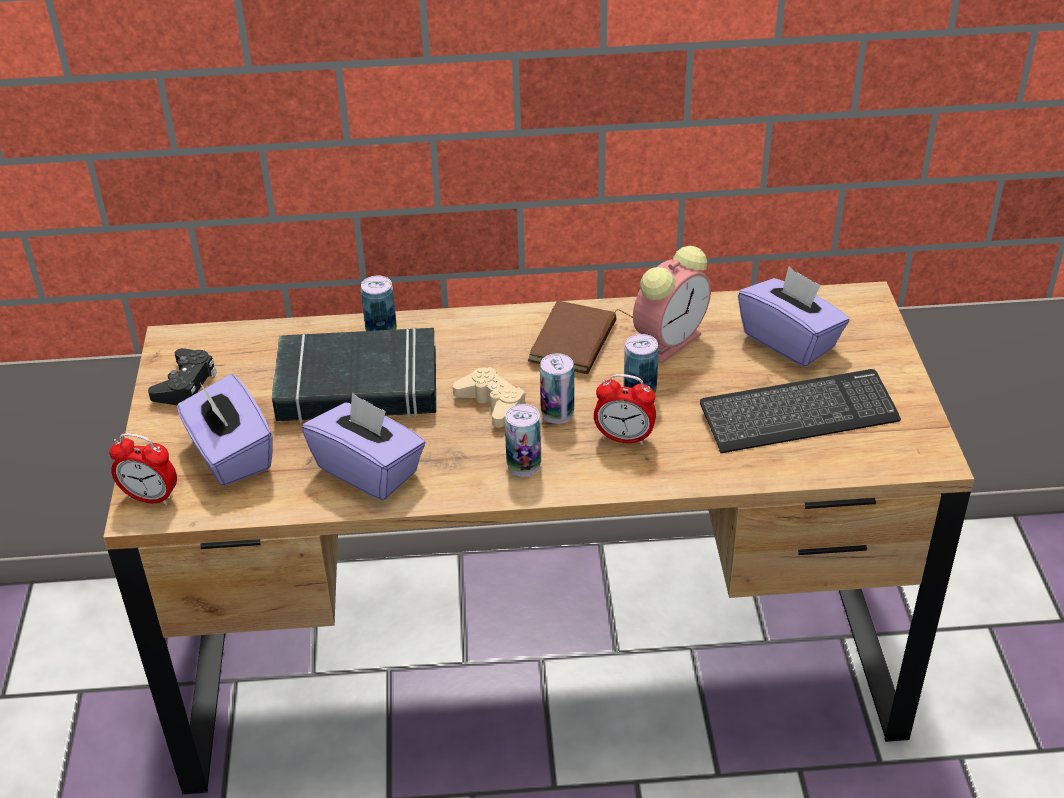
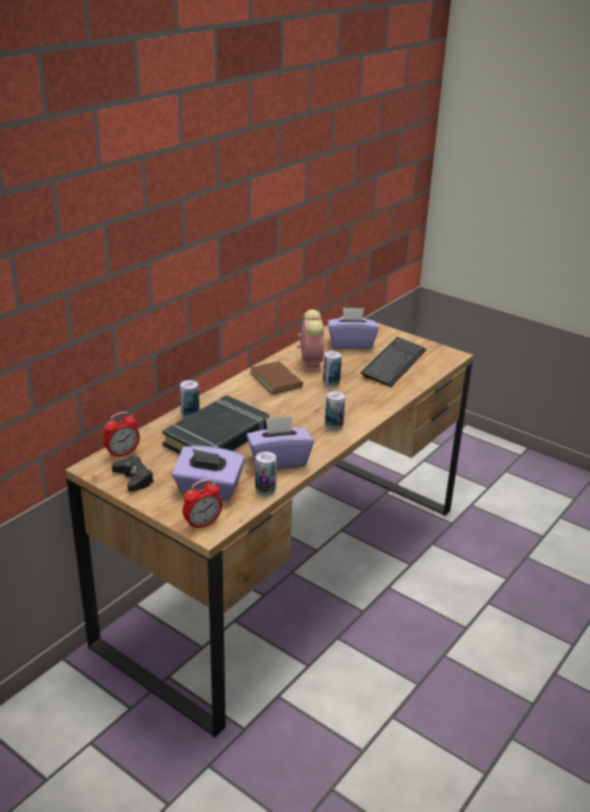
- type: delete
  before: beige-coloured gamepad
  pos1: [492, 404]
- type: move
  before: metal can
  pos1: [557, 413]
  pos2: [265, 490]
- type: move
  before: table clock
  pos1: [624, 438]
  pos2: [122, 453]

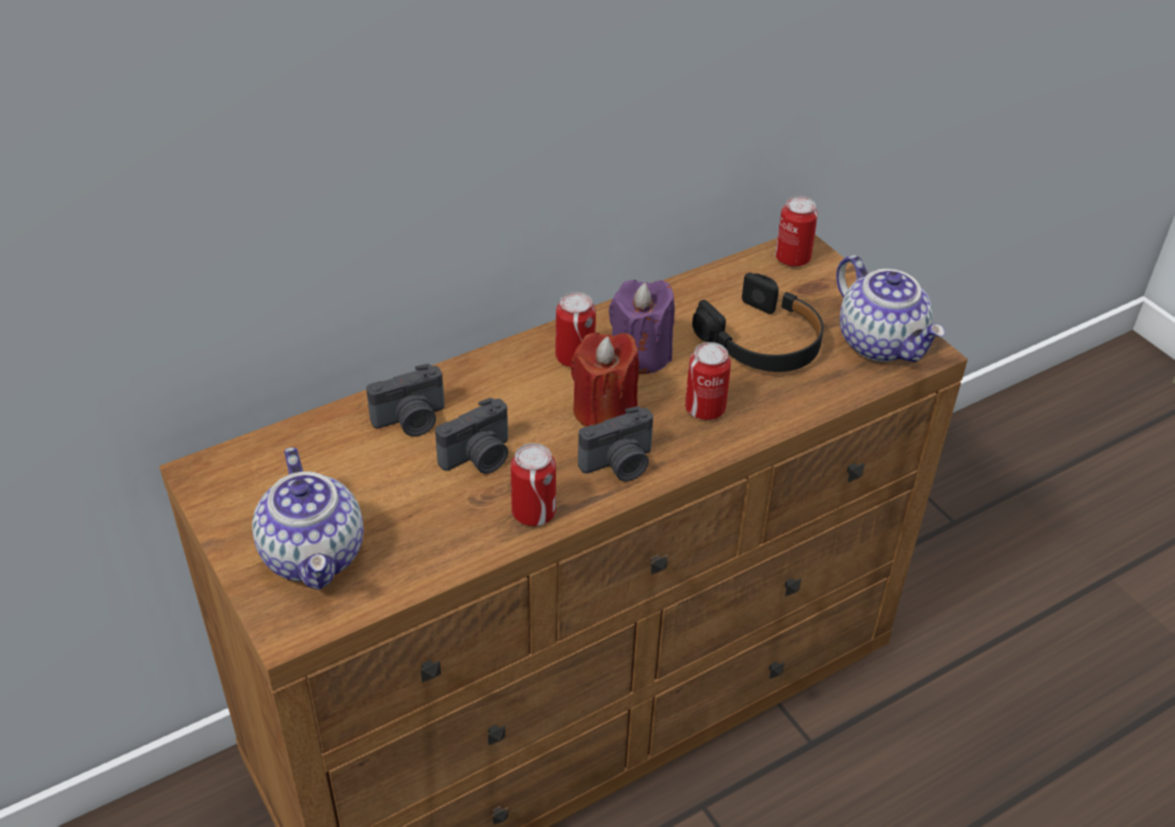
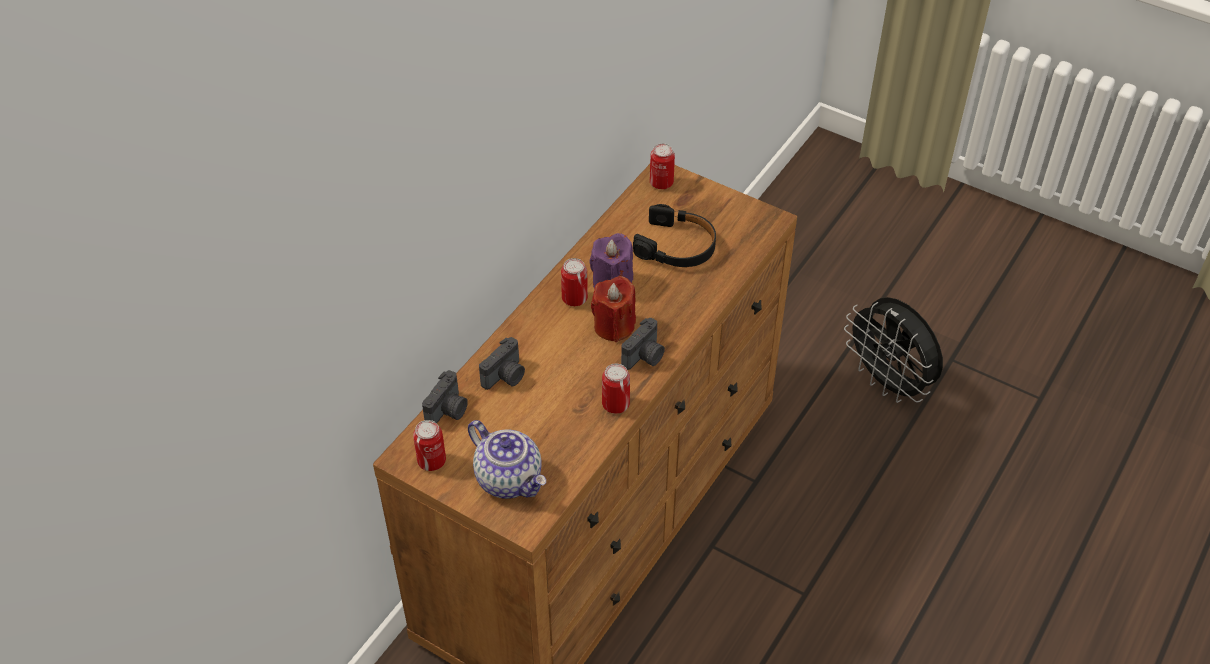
- type: move
  before: still camera
  pos1: [479, 458]
  pos2: [448, 411]
- type: move
  before: metal can
  pos1: [705, 409]
  pos2: [431, 461]
- type: delete
  before: teapot
  pos1: [881, 343]
- type: insert
  after: black-coloured cooling fan
  pos2: [889, 383]

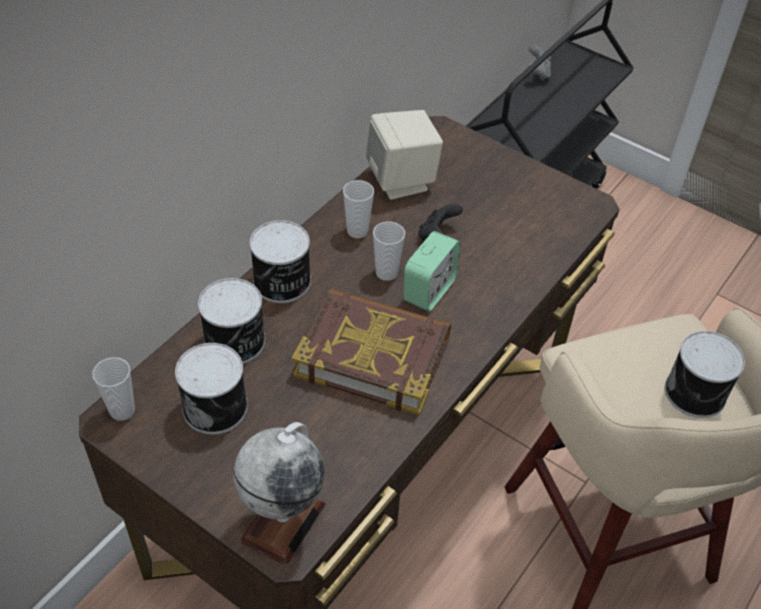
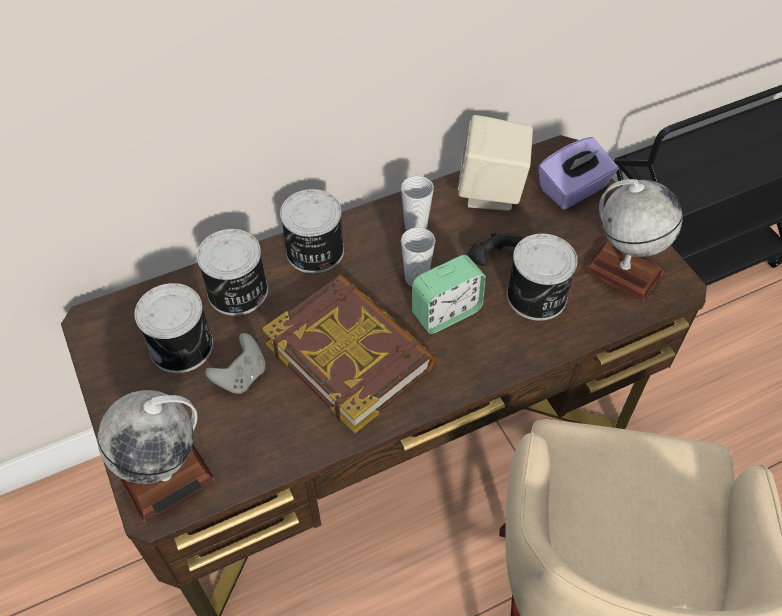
- type: delete
  before: small cup
  pos1: [122, 410]
- type: move
  before: greyish gamepad
  pos1: [537, 73]
  pos2: [241, 376]
- type: move
  before: metal can
  pos1: [696, 393]
  pos2: [537, 297]
- type: insert
  after: purple tissue box
  pos2: [573, 190]
- type: insert
  after: world globe
  pos2: [622, 271]

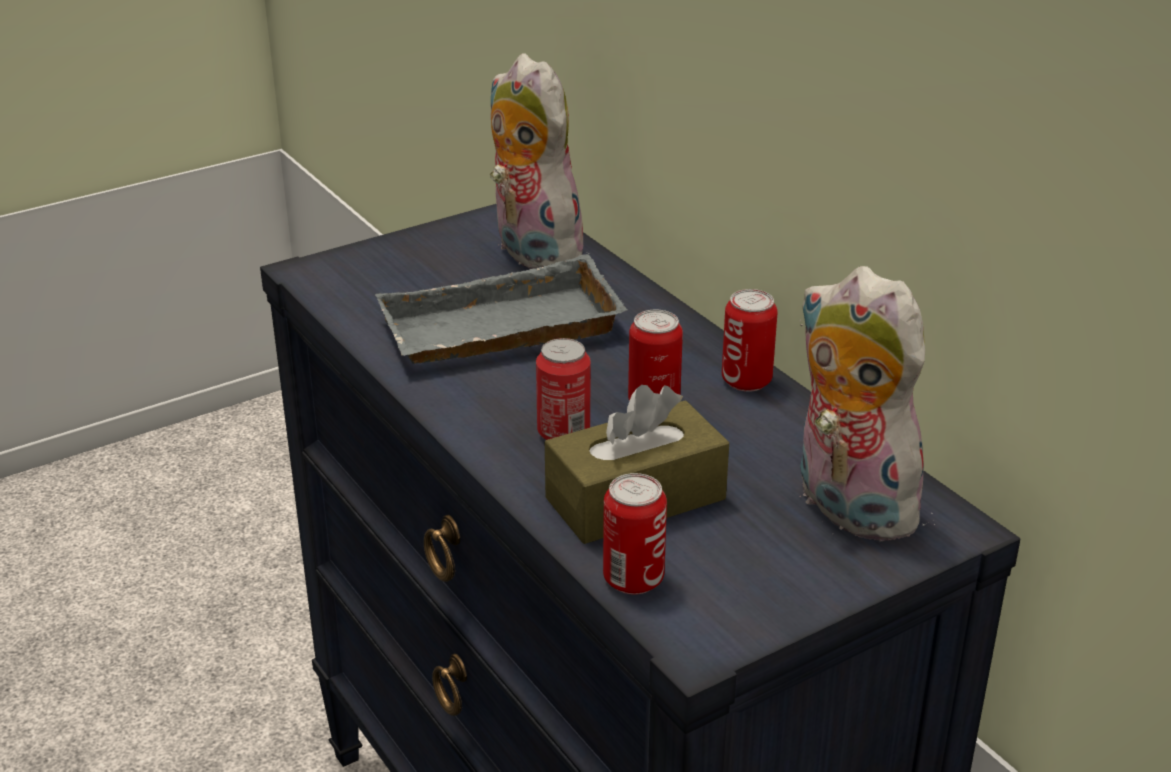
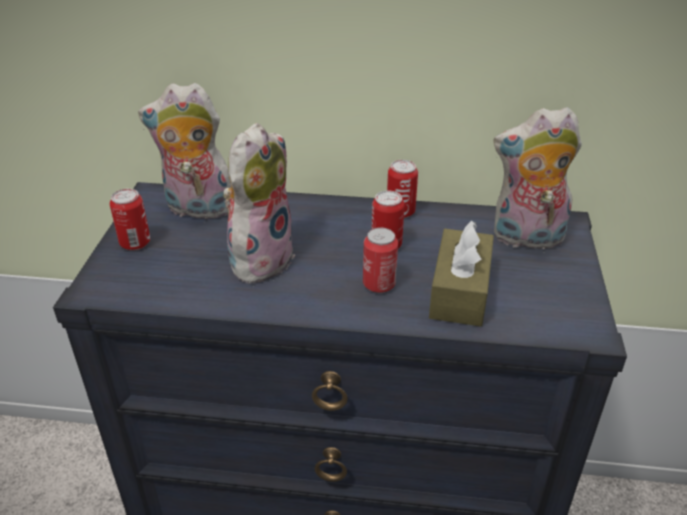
- type: replace
  before: greyish tray
  after: plush toy
  pos1: [499, 333]
  pos2: [260, 258]
- type: move
  before: metal can
  pos1: [633, 579]
  pos2: [135, 243]

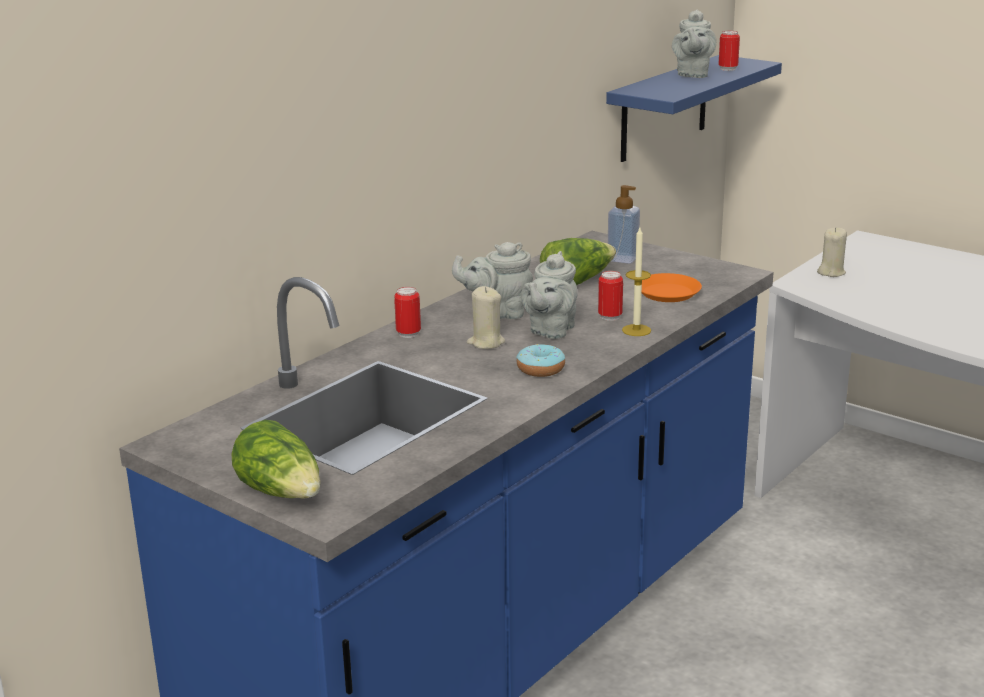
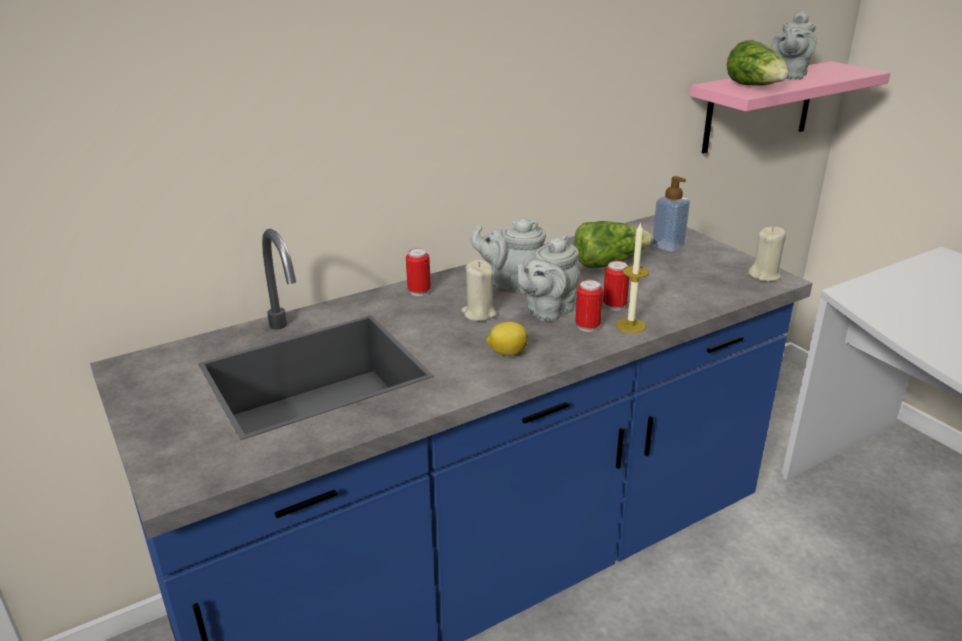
- type: move
  before: head of lettuce
  pos1: [282, 493]
  pos2: [755, 87]
- type: replace
  before: doughnut
  after: citrus fruit
  pos1: [540, 369]
  pos2: [507, 353]
- type: recolor
  before: blue-coloured bracket shelf
  after: pinkish bracket shelf
  pos1: [664, 108]
  pos2: [759, 107]
- type: delete
  before: orangey plate
  pos1: [667, 293]
- type: move
  before: metal can
  pos1: [728, 69]
  pos2: [587, 327]
- type: move
  before: beige-coloured wax light
  pos1: [831, 272]
  pos2: [764, 275]

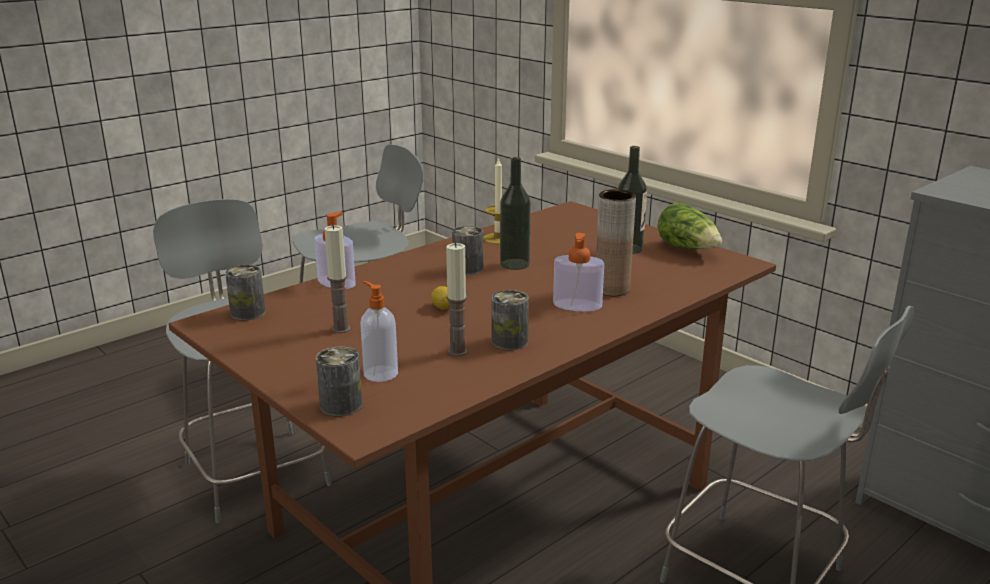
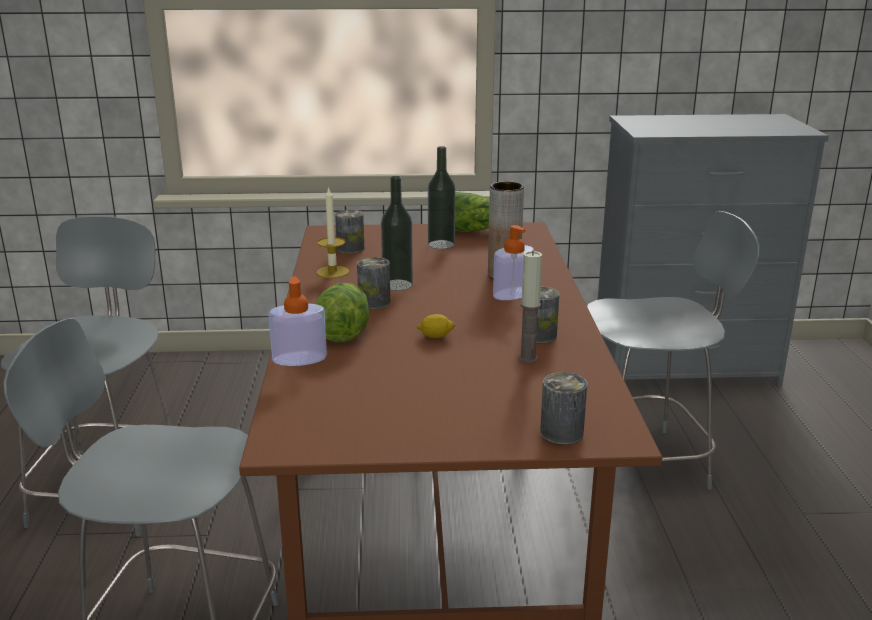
- type: move
  before: metal can
  pos1: [248, 313]
  pos2: [350, 249]
- type: delete
  before: wax light
  pos1: [341, 329]
- type: delete
  before: soap dispenser
  pos1: [380, 373]
- type: insert
  after: head of lettuce
  pos2: [342, 330]

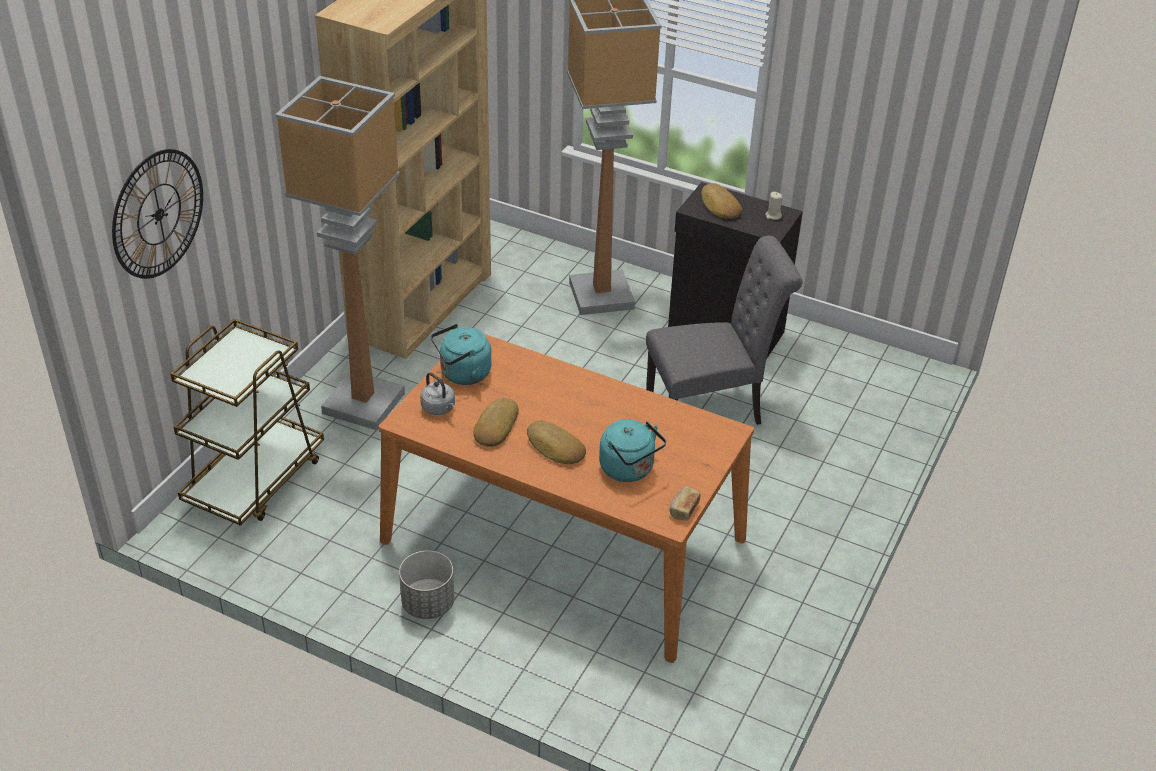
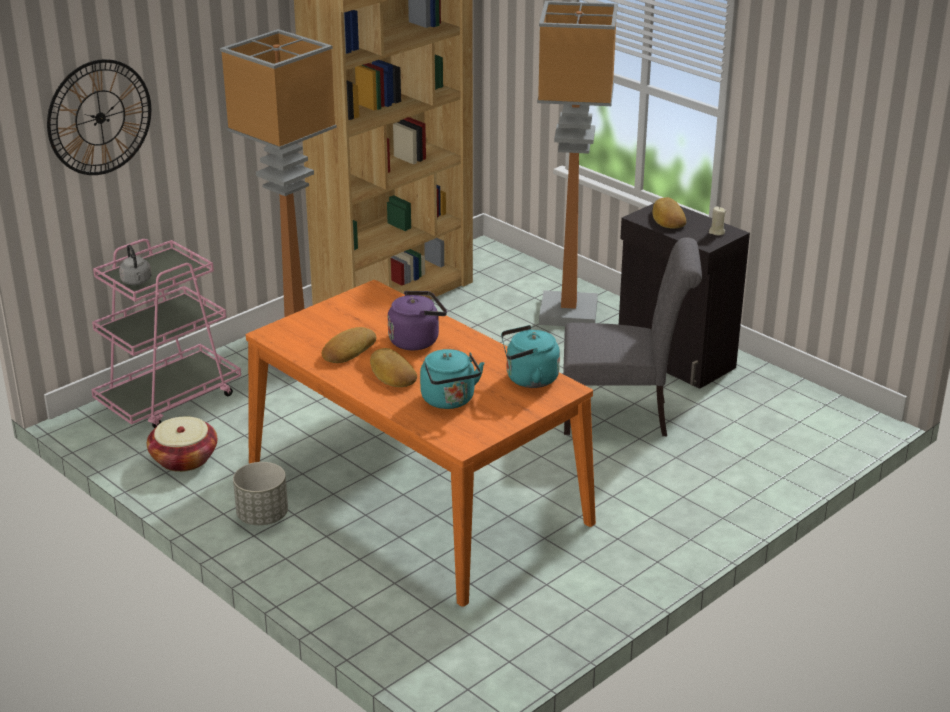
- type: recolor
  before: brown wheeled cart
  after: pinkish wheeled cart
  pos1: [255, 480]
  pos2: [169, 398]
- type: move
  before: greyish tea kettle
  pos1: [439, 408]
  pos2: [136, 281]
- type: move
  before: turquoise tea kettle
  pos1: [462, 374]
  pos2: [528, 379]
- type: delete
  before: bakery bread
  pos1: [683, 509]
- type: insert
  after: household basket
  pos2: [184, 459]
- type: insert
  after: purple tea kettle
  pos2: [417, 340]

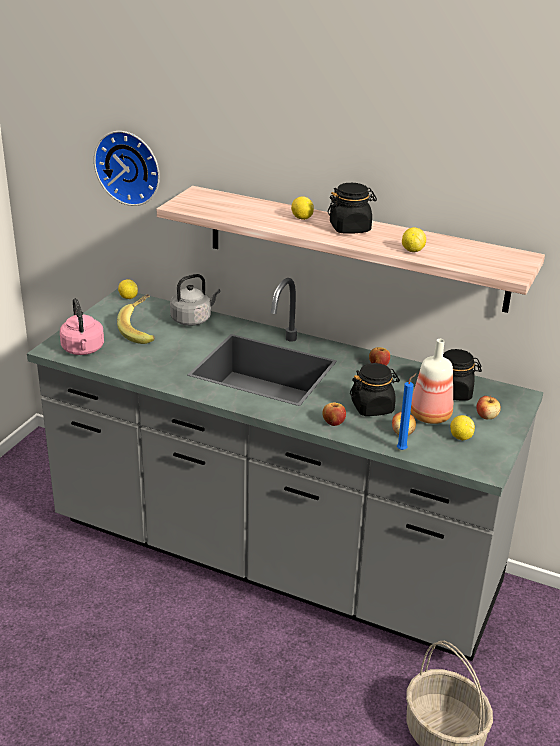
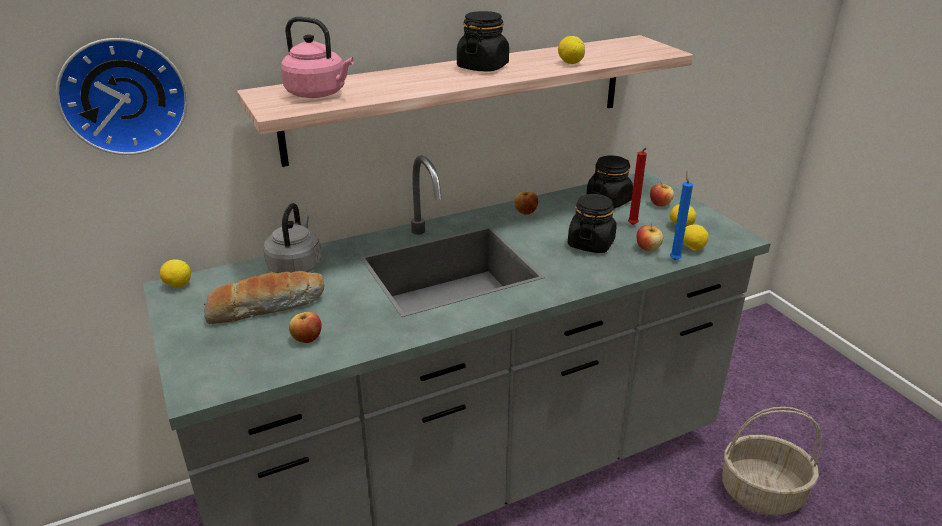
- type: move
  before: pinkish tea kettle
  pos1: [83, 350]
  pos2: [319, 94]
- type: replace
  before: whole banana
  after: bakery bread
  pos1: [142, 331]
  pos2: [267, 306]
- type: move
  before: citrus fruit
  pos1: [301, 218]
  pos2: [692, 248]
- type: move
  before: apple
  pos1: [333, 422]
  pos2: [307, 338]
- type: replace
  before: bottle
  after: reddish wax light
  pos1: [428, 415]
  pos2: [633, 225]

